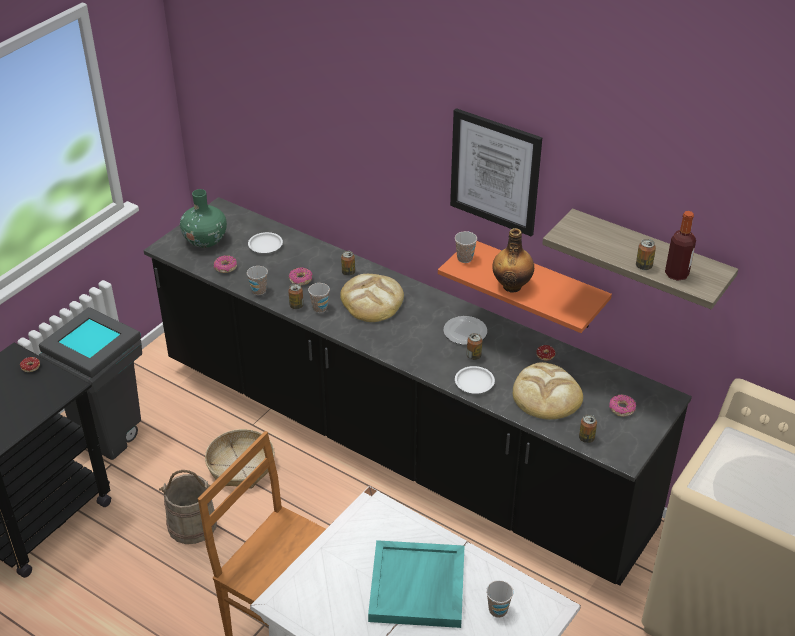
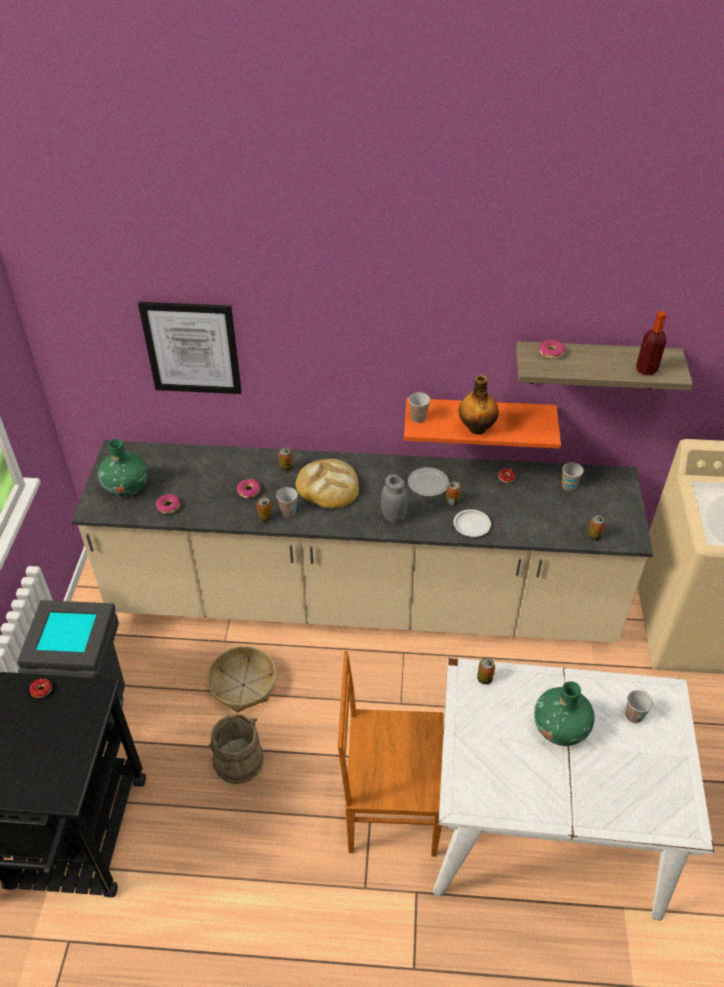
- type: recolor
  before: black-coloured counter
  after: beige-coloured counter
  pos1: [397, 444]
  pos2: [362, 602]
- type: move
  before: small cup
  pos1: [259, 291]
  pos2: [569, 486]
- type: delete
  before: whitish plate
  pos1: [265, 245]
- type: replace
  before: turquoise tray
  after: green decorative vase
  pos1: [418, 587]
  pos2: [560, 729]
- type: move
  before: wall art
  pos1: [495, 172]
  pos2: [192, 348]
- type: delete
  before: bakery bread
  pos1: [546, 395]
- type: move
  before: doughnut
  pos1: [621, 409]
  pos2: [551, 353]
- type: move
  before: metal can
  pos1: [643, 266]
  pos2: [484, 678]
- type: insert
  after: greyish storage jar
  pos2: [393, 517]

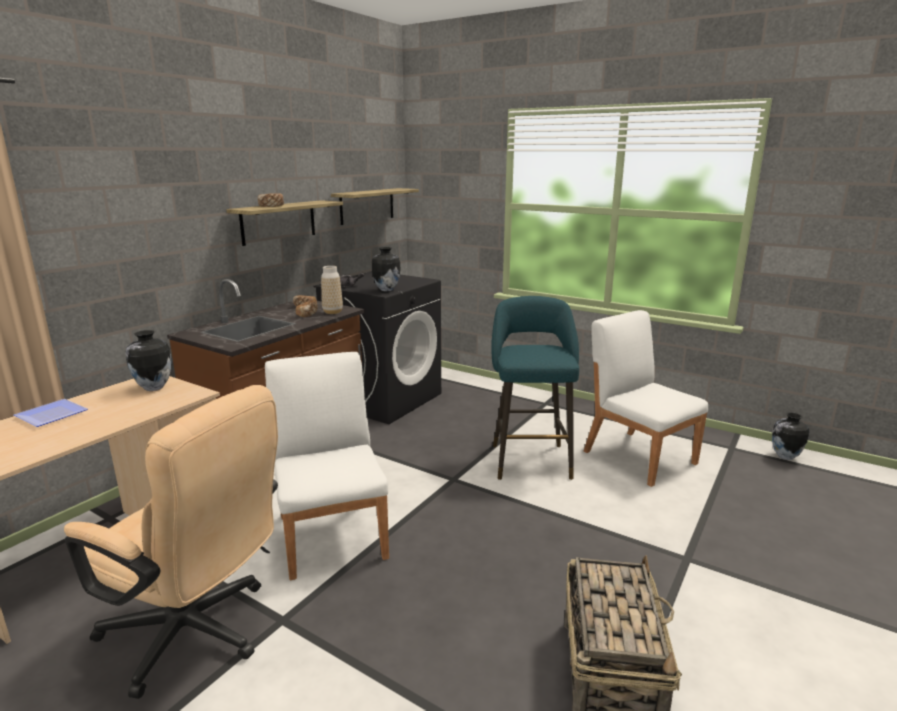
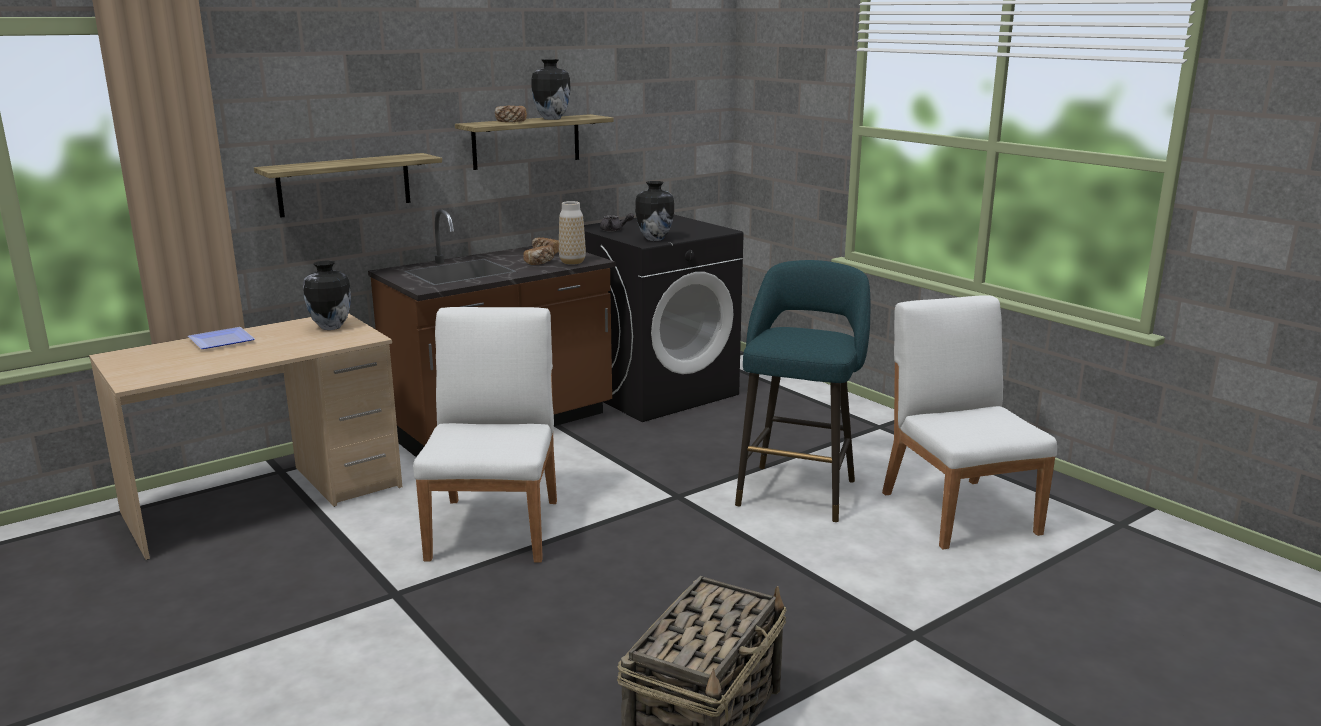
- type: delete
  before: beige-coloured office chair
  pos1: [197, 635]
- type: move
  before: bracket shelf
  pos1: [367, 206]
  pos2: [344, 184]
- type: move
  before: decorative vase
  pos1: [785, 457]
  pos2: [551, 119]

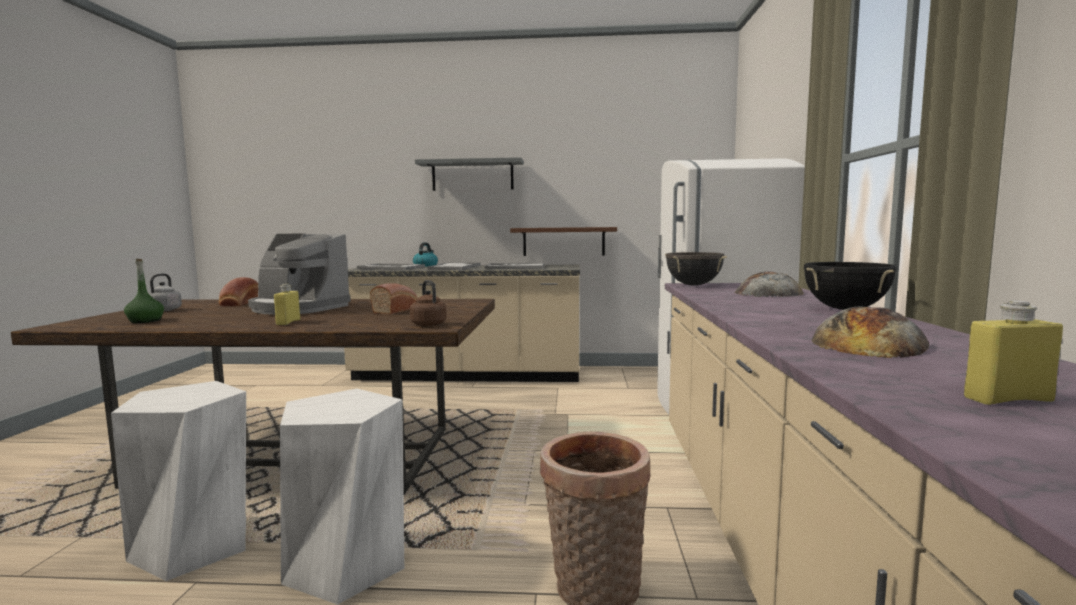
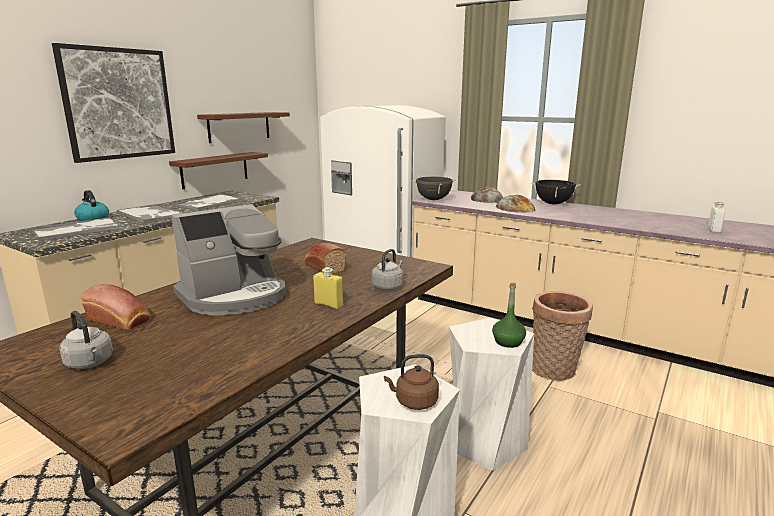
- type: move
  before: green bottle
  pos1: [145, 321]
  pos2: [508, 342]
- type: move
  before: brown tea kettle
  pos1: [427, 324]
  pos2: [414, 402]
- type: replace
  before: greyish bracket shelf
  after: wall art
  pos1: [472, 175]
  pos2: [118, 104]
- type: move
  before: bakery bread
  pos1: [868, 343]
  pos2: [515, 208]
- type: recolor
  before: yellow-coloured bottle
  after: whitish bottle
  pos1: [1008, 399]
  pos2: [714, 229]
- type: insert
  after: brown bracket shelf
  pos2: [239, 126]
- type: insert
  after: greyish tea kettle
  pos2: [388, 286]

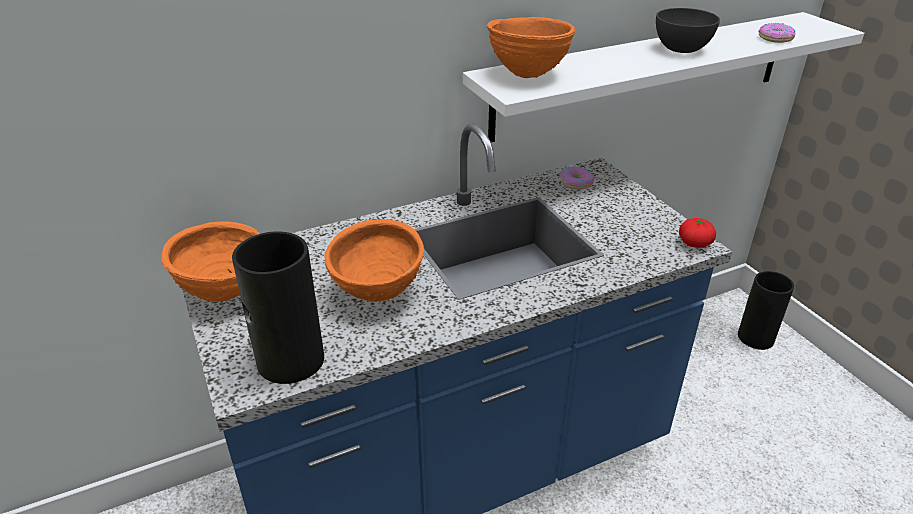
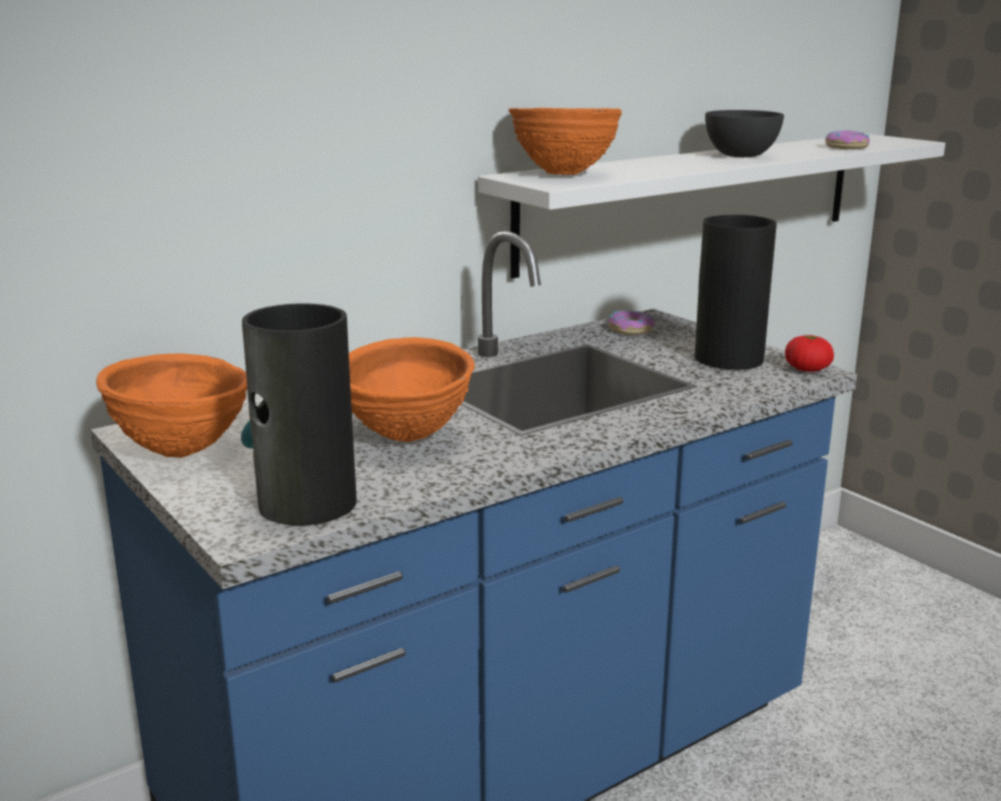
- type: move
  before: decorative vase
  pos1: [755, 337]
  pos2: [727, 358]

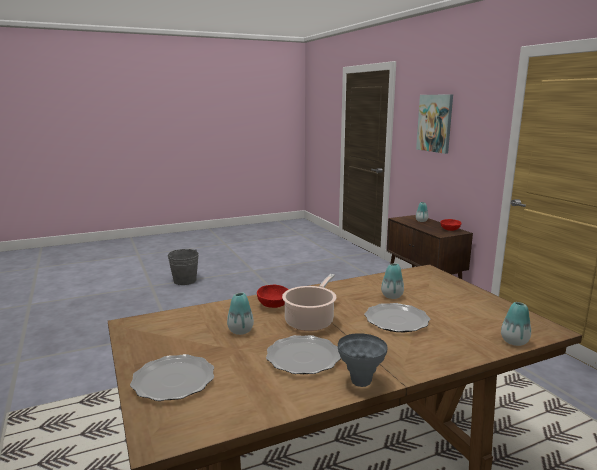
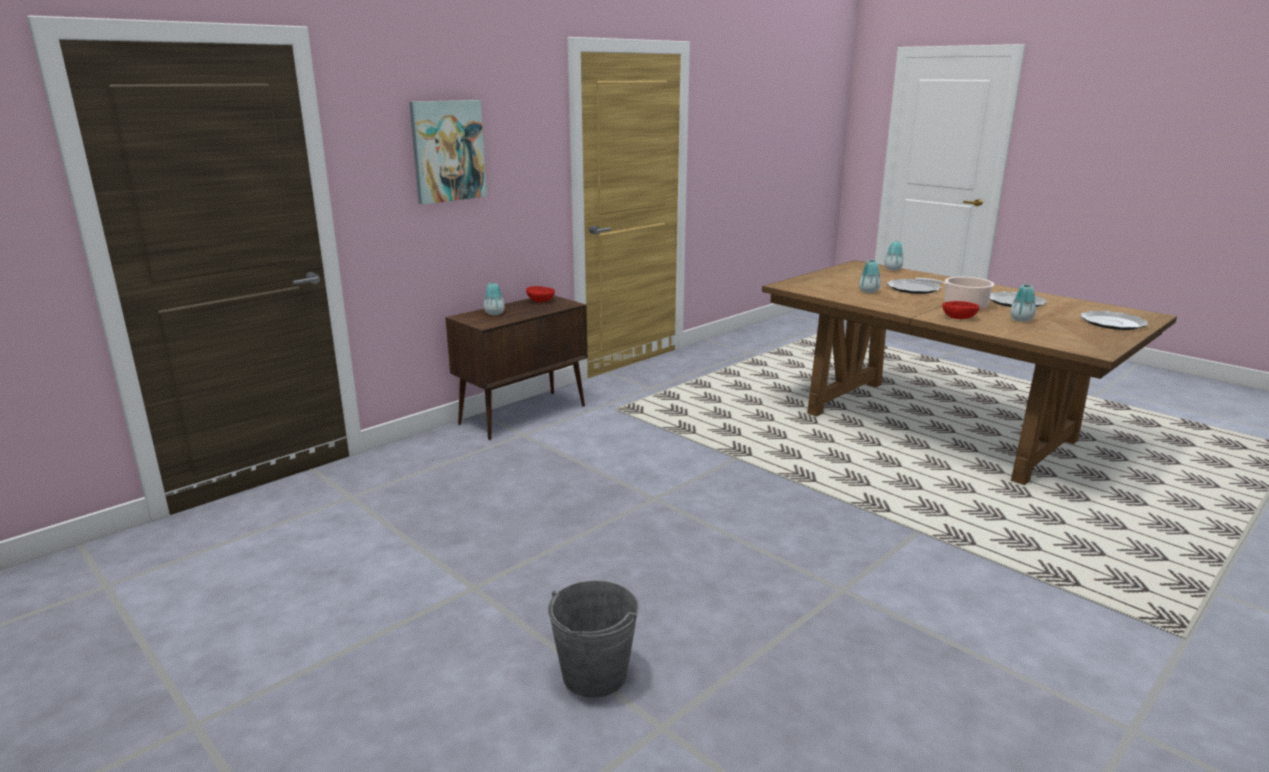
- type: delete
  before: greyish decorative vase
  pos1: [360, 382]

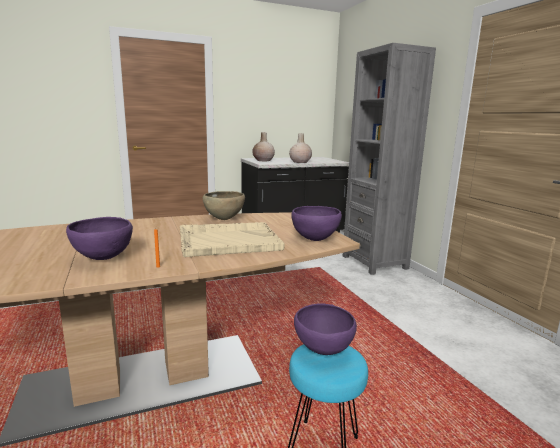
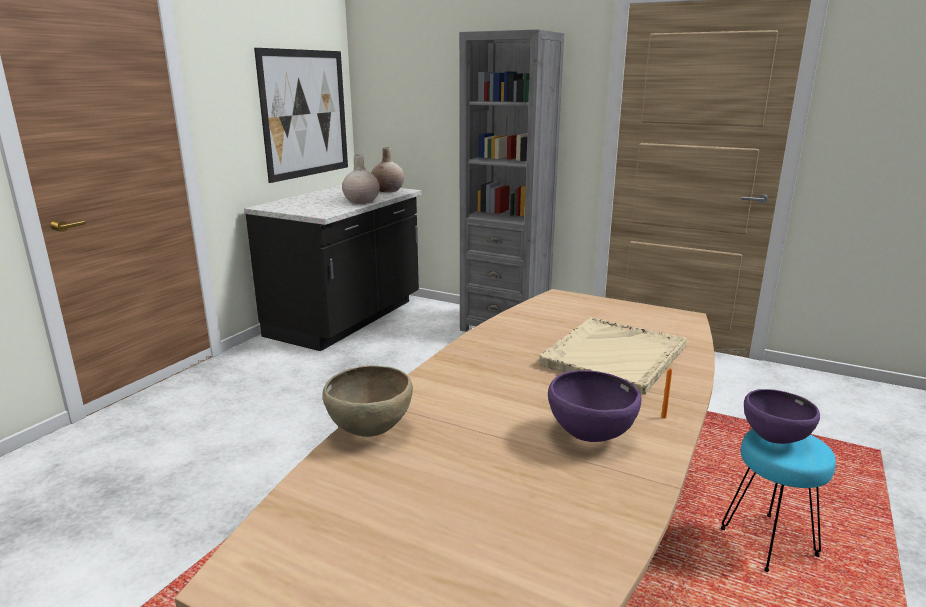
- type: move
  before: brown bowl
  pos1: [224, 219]
  pos2: [370, 431]
- type: move
  before: beige-coloured decorative vase
  pos1: [263, 160]
  pos2: [388, 190]
- type: delete
  before: purple bowl
  pos1: [315, 240]
- type: insert
  after: wall art
  pos2: [305, 114]

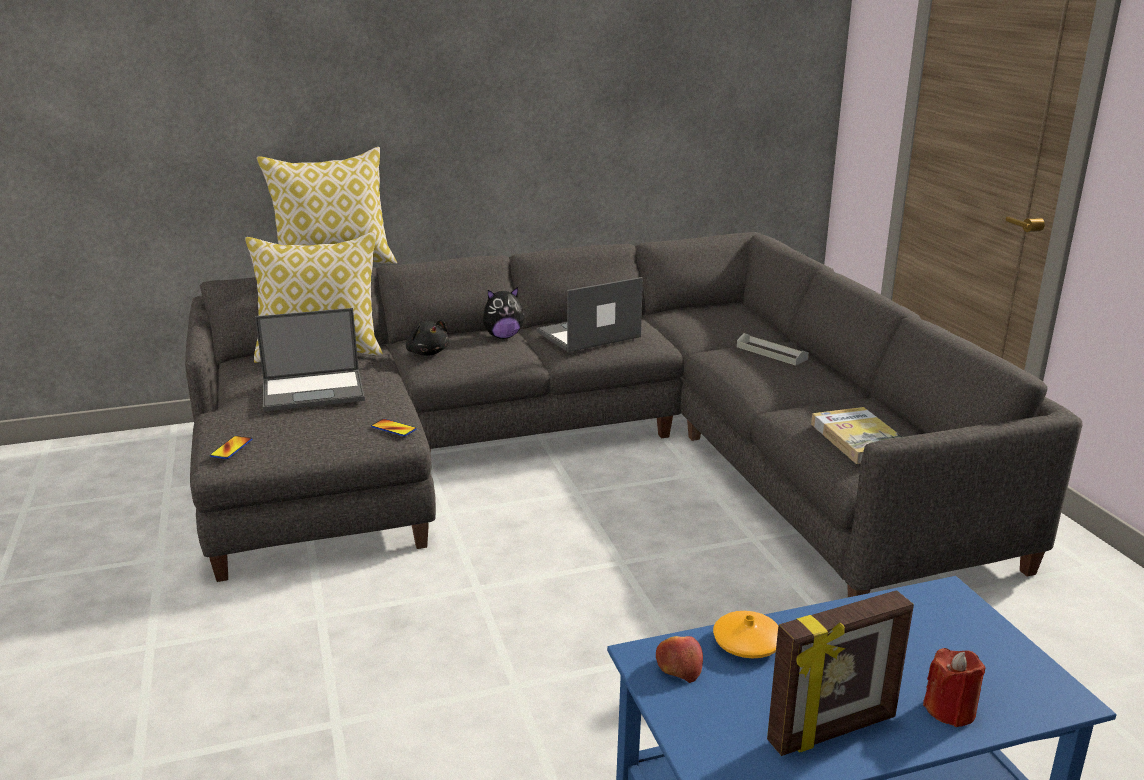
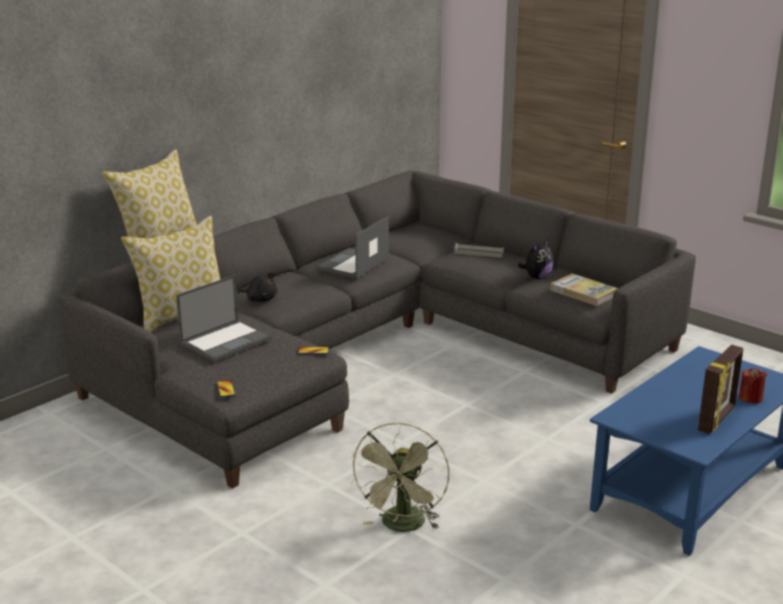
- type: move
  before: plush toy
  pos1: [503, 336]
  pos2: [537, 277]
- type: delete
  before: apple
  pos1: [678, 667]
- type: delete
  before: orangey decorative vase
  pos1: [747, 643]
- type: insert
  after: green cooling fan
  pos2: [403, 526]

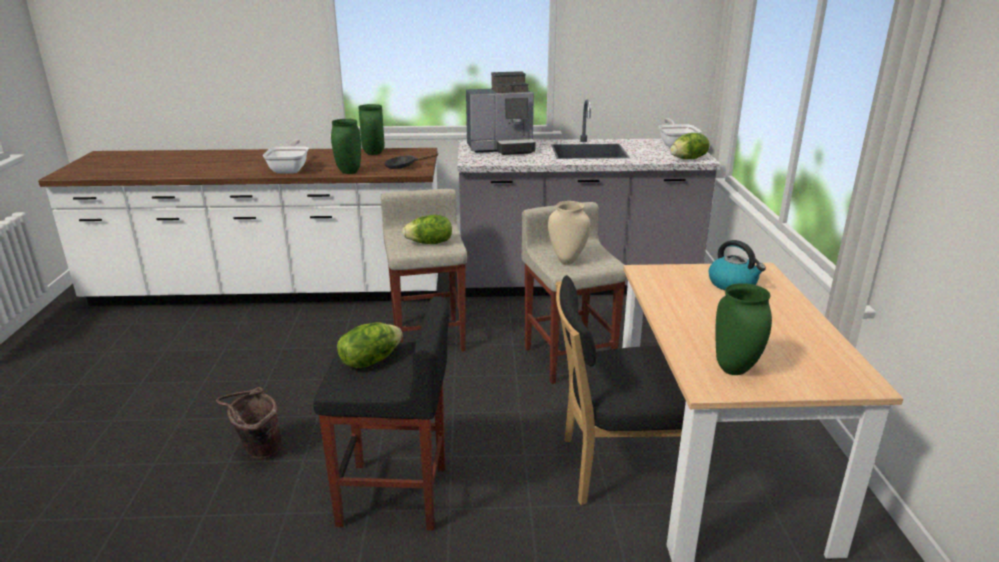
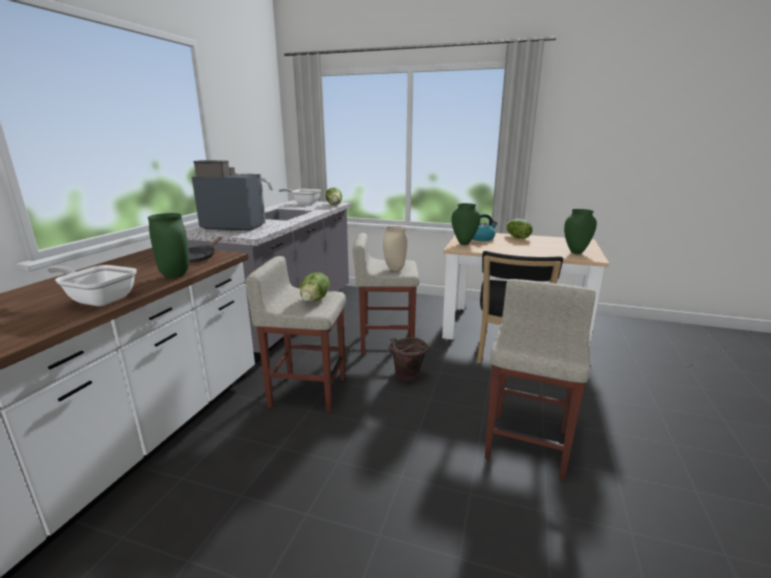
- type: move
  before: brown bucket
  pos1: [257, 452]
  pos2: [407, 378]
- type: recolor
  before: black-coloured stool seat
  after: beige-coloured stool seat
  pos1: [395, 496]
  pos2: [527, 443]
- type: move
  before: head of lettuce
  pos1: [370, 360]
  pos2: [517, 237]
- type: move
  before: green decorative vase
  pos1: [374, 153]
  pos2: [464, 243]
- type: rotate
  before: coffee maker
  pos1: [502, 148]
  pos2: [232, 226]
  turn: -90

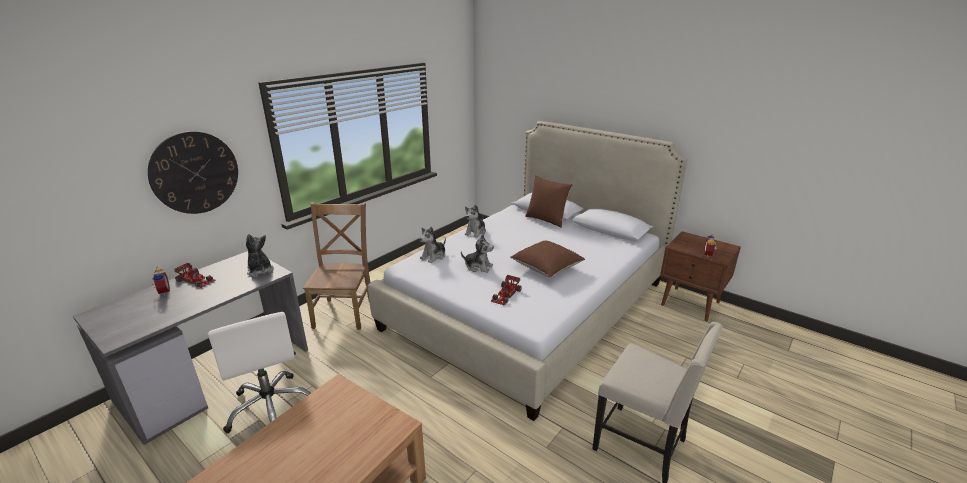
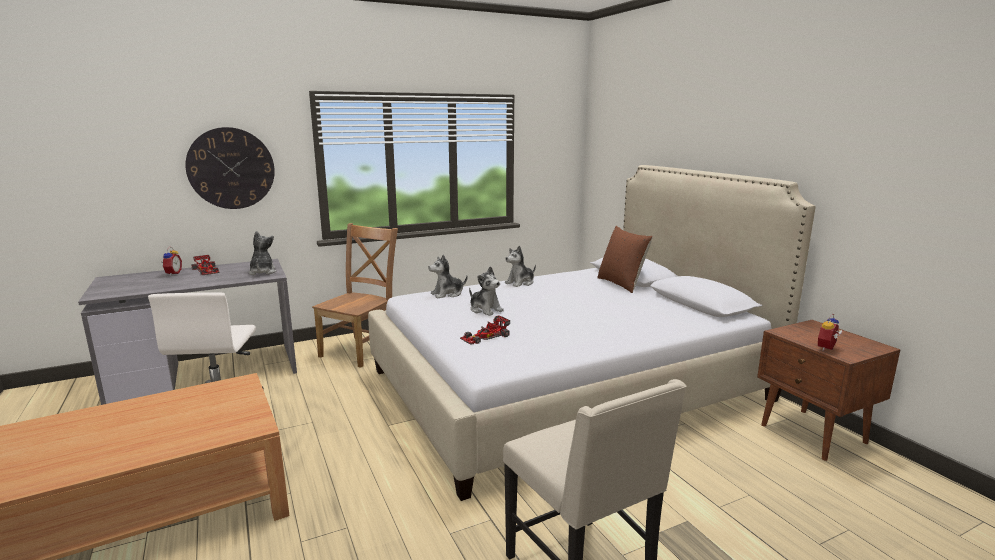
- type: delete
  before: brown cushion
  pos1: [546, 268]

